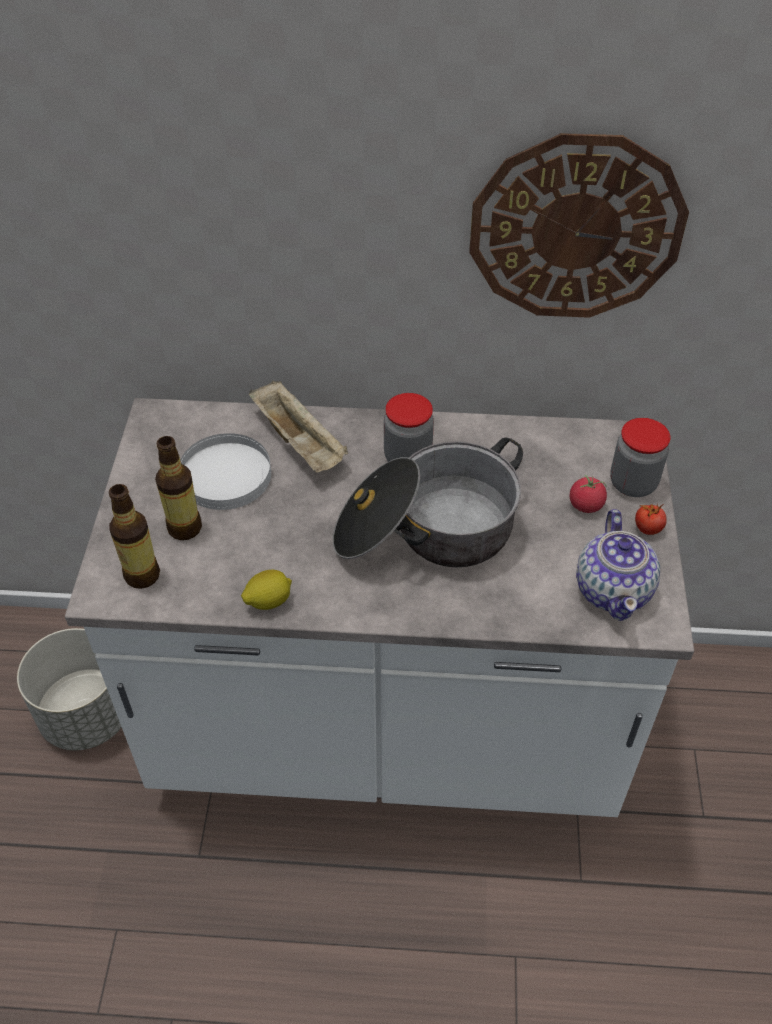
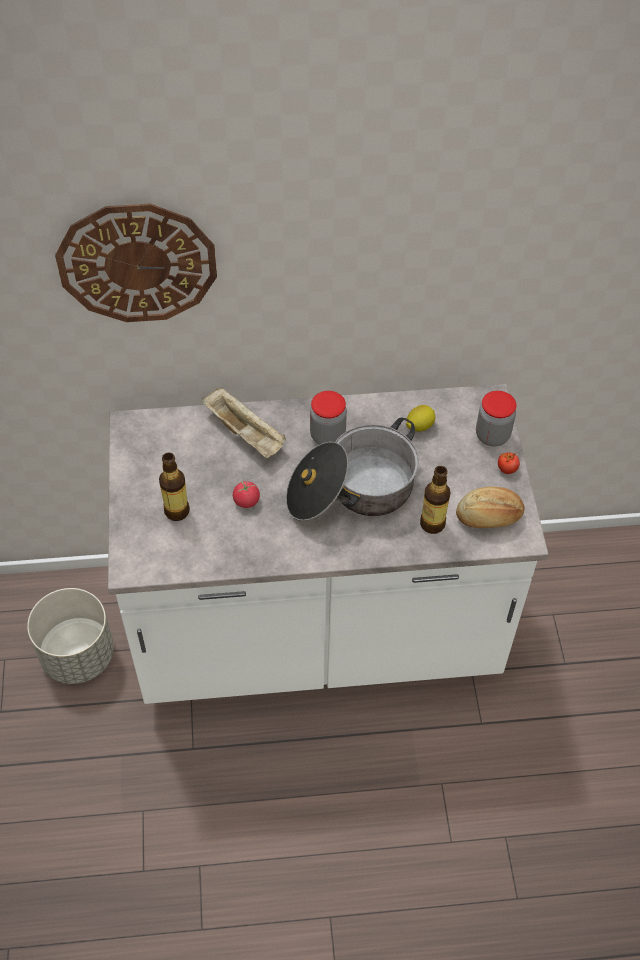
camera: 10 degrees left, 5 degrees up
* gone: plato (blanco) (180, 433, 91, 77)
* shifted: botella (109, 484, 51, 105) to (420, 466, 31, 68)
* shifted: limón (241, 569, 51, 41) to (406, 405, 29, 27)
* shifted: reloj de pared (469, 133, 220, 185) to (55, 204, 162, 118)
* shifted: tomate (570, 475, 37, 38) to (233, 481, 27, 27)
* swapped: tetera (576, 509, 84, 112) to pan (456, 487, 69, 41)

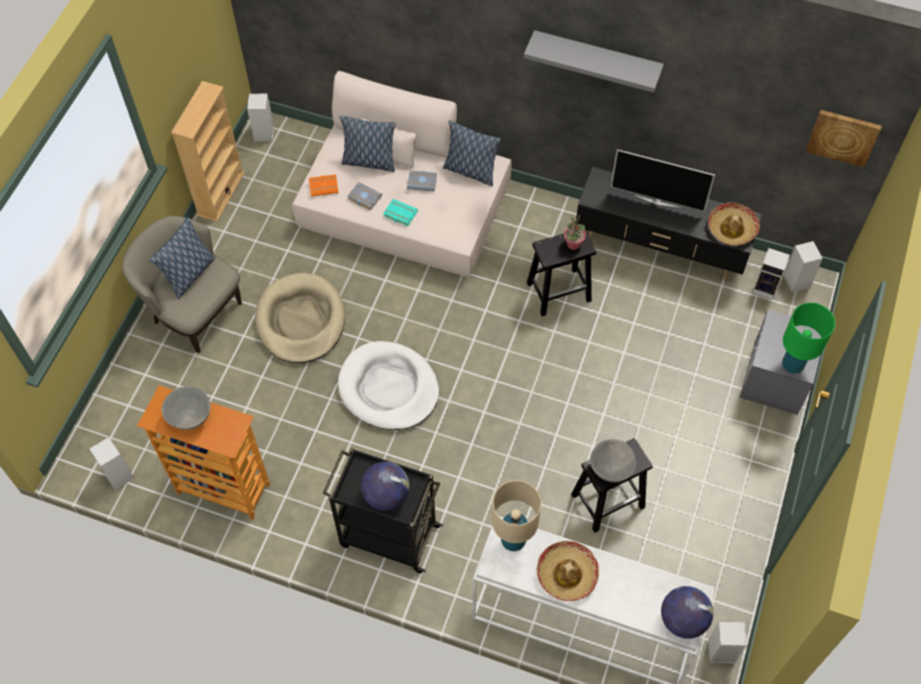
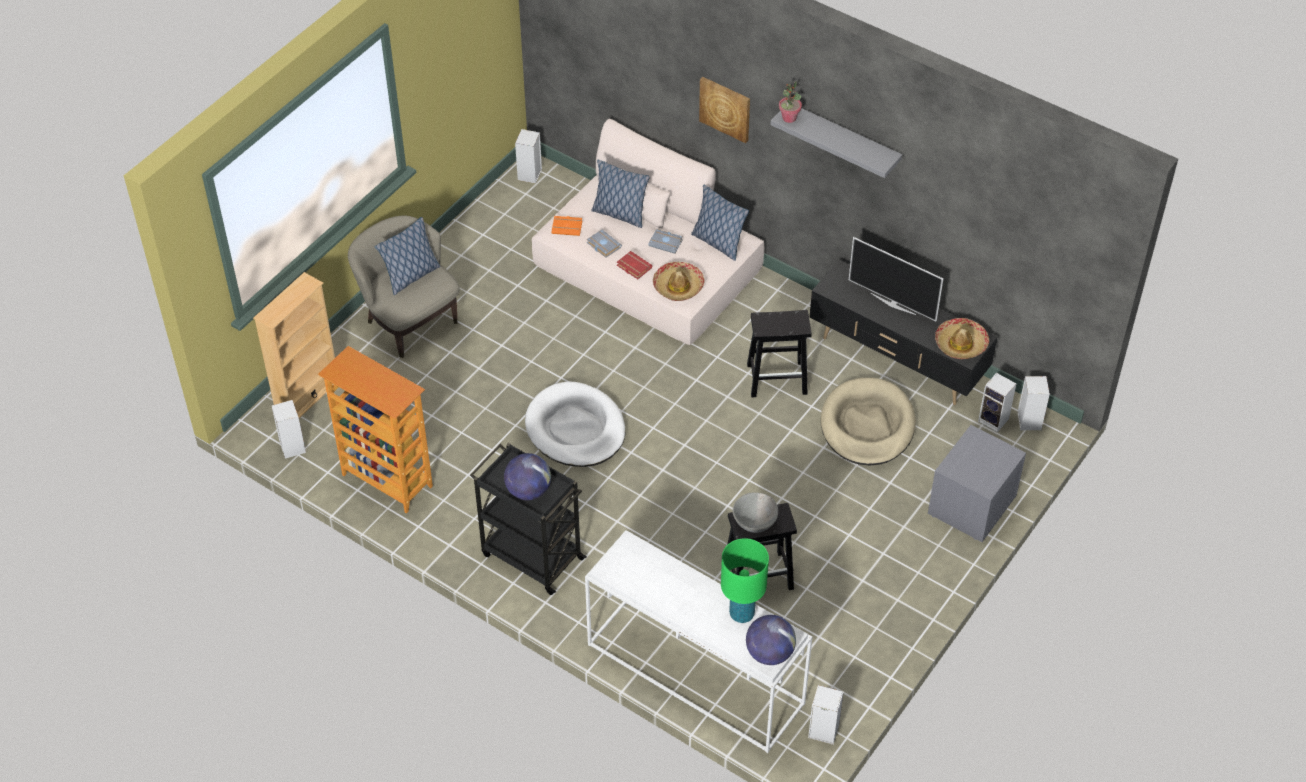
camera: 15 degrees right, 10 degrees down
* gone: cuenco (gris) (162, 386, 49, 44)
* gone: lámpara de mesa (beis) (492, 480, 49, 71)
* shifted: estantería (beis) (171, 81, 74, 141) to (253, 272, 82, 146)
* shifted: cama para perro (beis) (255, 273, 90, 90) to (821, 378, 95, 88)
* shifted: sombrero (536, 541, 63, 60) to (653, 262, 52, 39)
* shifted: planta en maceta (564, 215, 22, 35) to (779, 81, 23, 42)
* shifted: lámpara de mesa (verde) (782, 303, 53, 71) to (721, 538, 48, 85)
* shifted: cuadro (805, 110, 77, 57) to (699, 77, 51, 66)
* repainted: libro (turquesa) (383, 199, 35, 27) to libro (rojo) (617, 251, 36, 28)

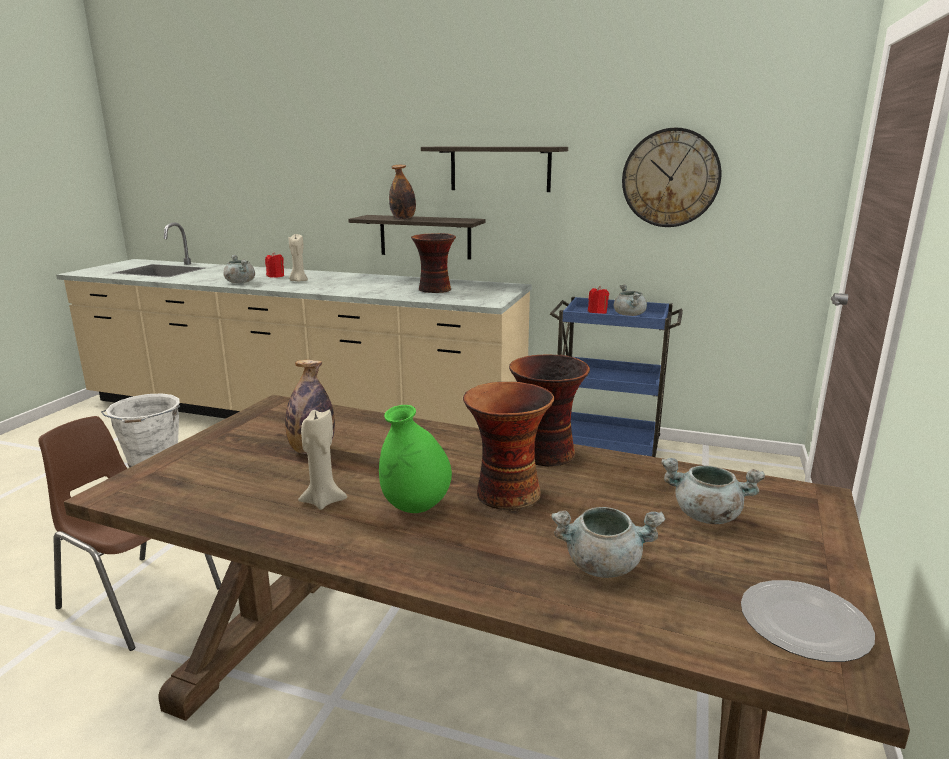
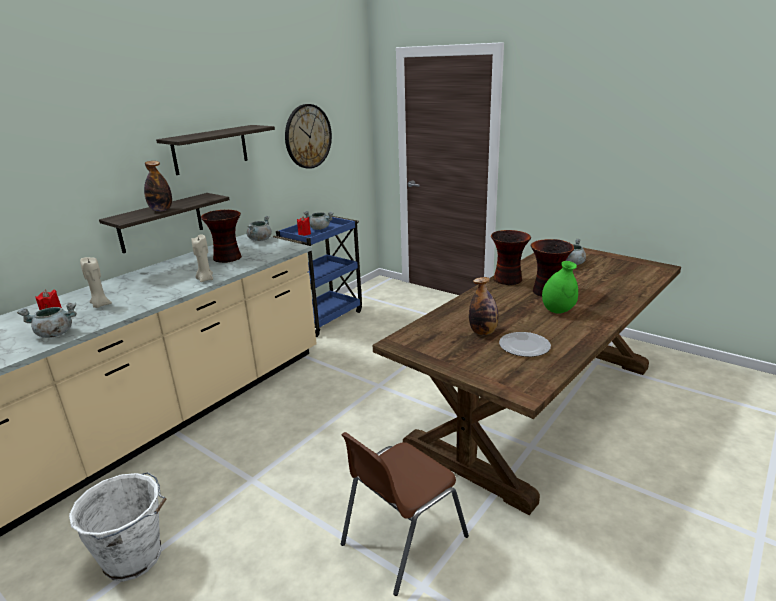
camera: 70 degrees left, 5 degrees up
* shifted: vela (beis) (298, 410, 49, 100) to (191, 234, 22, 48)
* shifted: olla (gris) (552, 507, 113, 71) to (247, 216, 25, 25)
* shifted: plato (741, 580, 134, 82) to (499, 332, 52, 25)

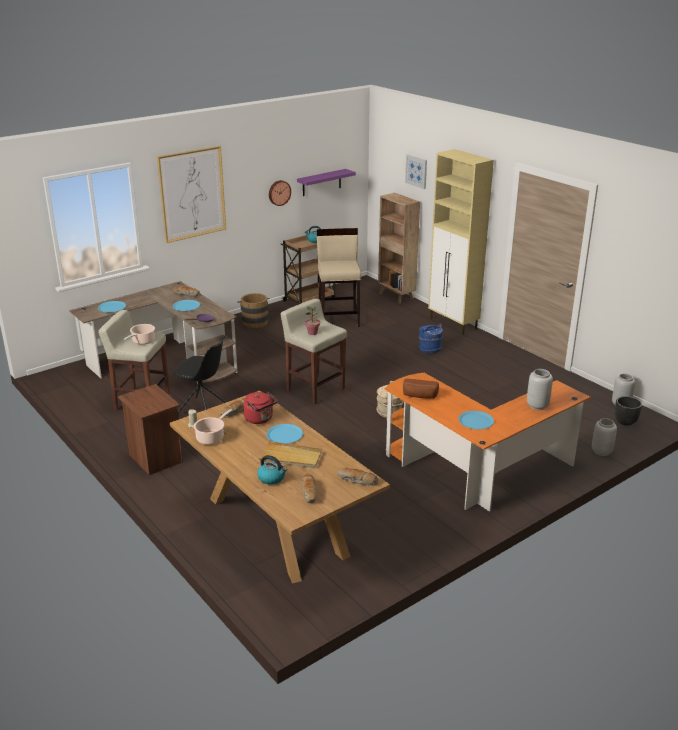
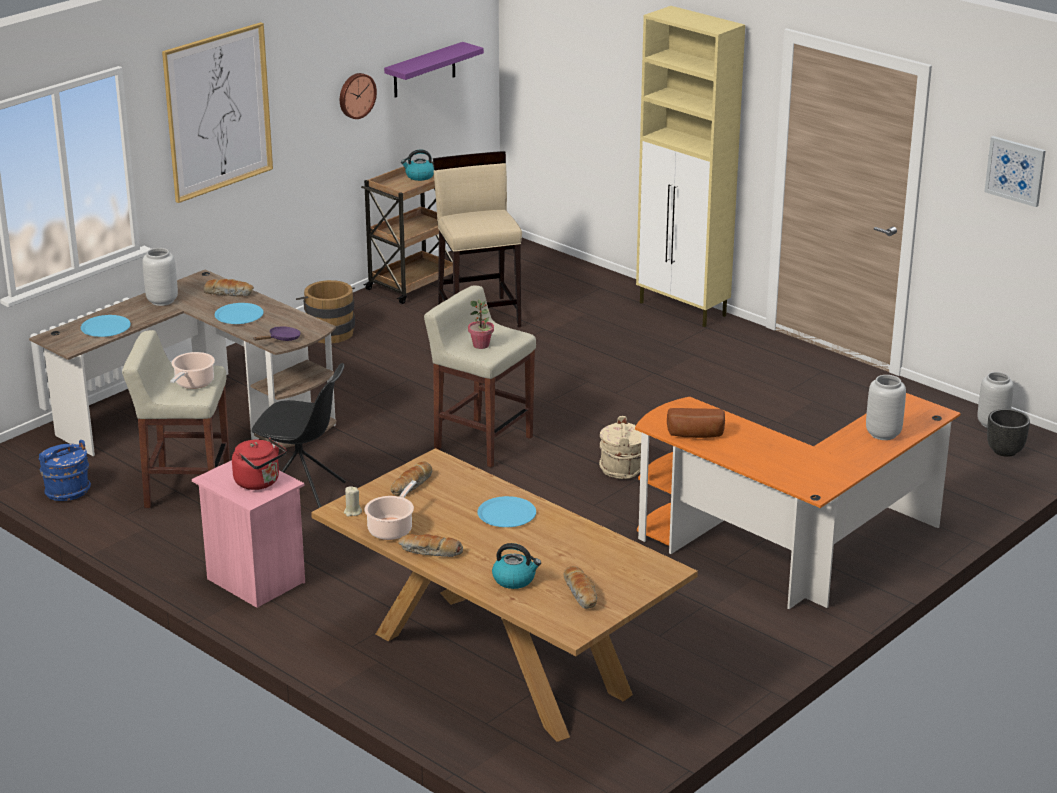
camera: 10 degrees left, 0 degrees up
* gone: bandeja (beis) (259, 441, 63, 27)
* gone: estantería (marrón) (378, 193, 42, 111)
* gone: plato (azul) (459, 411, 35, 18)
* shifted: hervidor (rojo) (243, 392, 35, 32) to (232, 438, 55, 52)
* shifted: pan (337, 468, 41, 18) to (398, 534, 65, 23)
* shifted: cuadro (405, 155, 22, 34) to (985, 136, 61, 71)
* shifted: cubo (azul) (418, 323, 25, 30) to (39, 440, 52, 61)
* shifted: florero (gris) (592, 418, 25, 38) to (142, 248, 36, 58)
* repainted: mesita de noche (marrón) (118, 384, 65, 91) to mesita de noche (rosa) (192, 460, 113, 148)

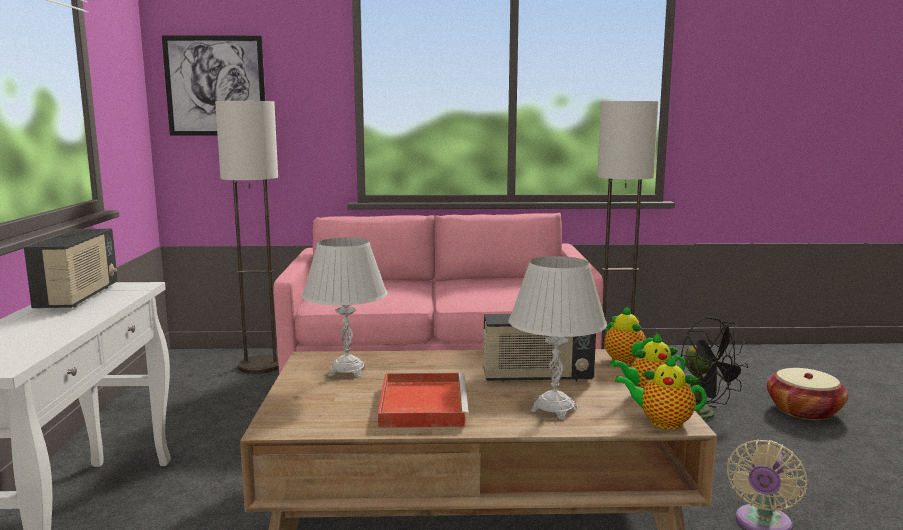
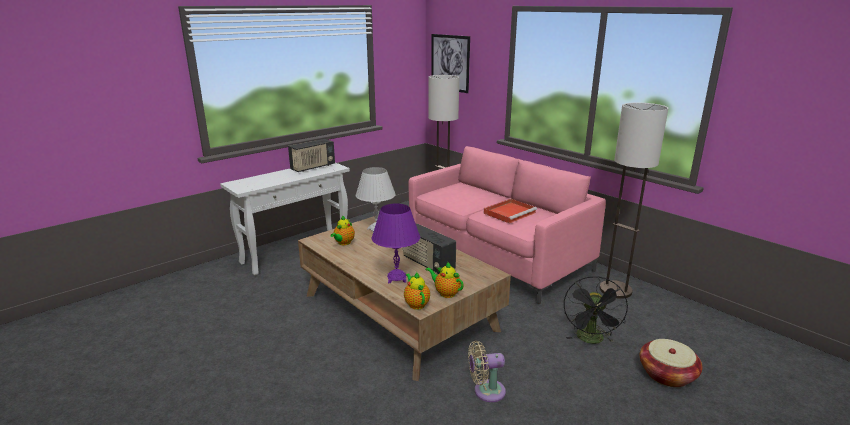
camera: 50 degrees right, 10 degrees up
* shifted: bandeja (rojo) (378, 373, 91, 55) to (484, 199, 53, 24)
* shifted: tetera (604, 306, 49, 59) to (330, 215, 25, 30)
* repainted: lámpara de mesa (blanco) (509, 256, 98, 164) to lámpara de mesa (morado) (372, 203, 48, 80)

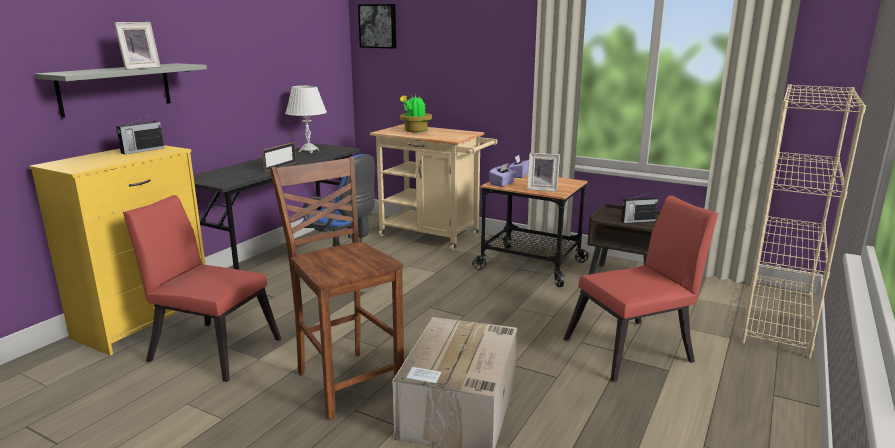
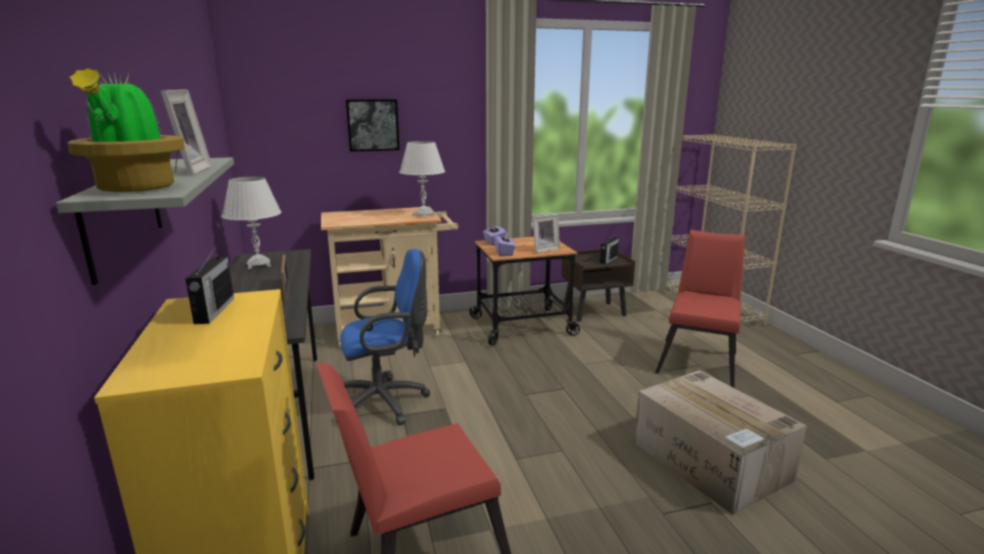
camera: 45 degrees left, 0 degrees up
* gone: silla (marrón) (270, 157, 134, 263)
* new: lámpara de mesa (blanco) (399, 141, 46, 77)
* shifted: cuadro (358, 4, 38, 45) to (346, 99, 54, 53)
* shifted: planta en maceta (400, 95, 32, 37) to (67, 68, 118, 124)

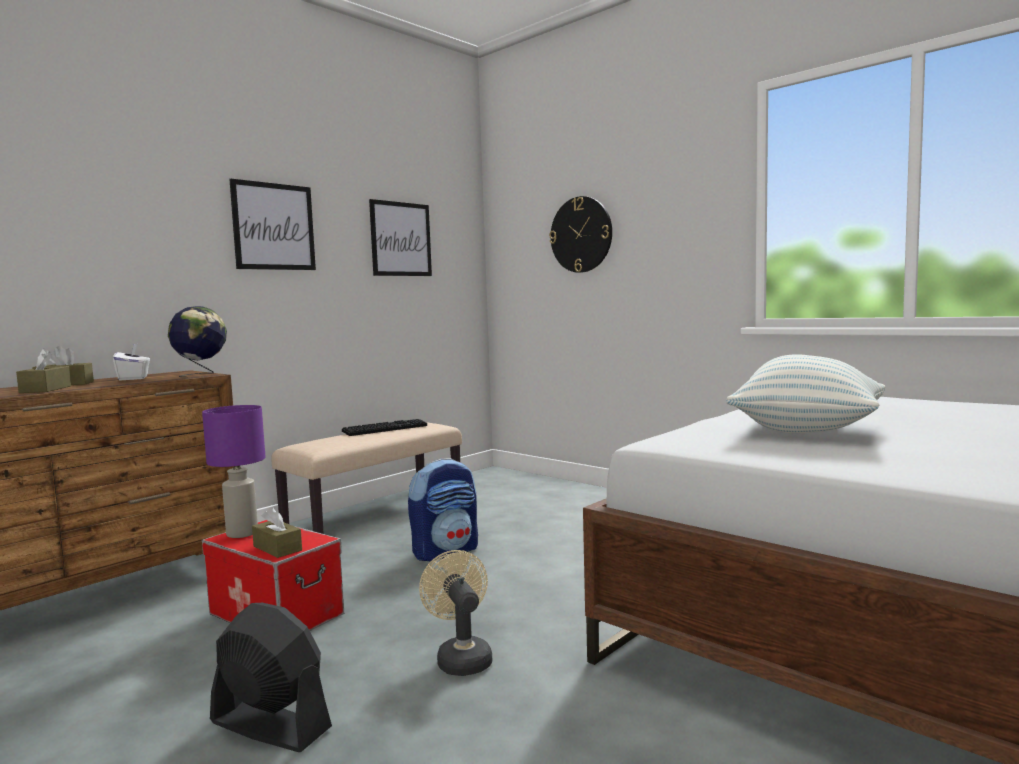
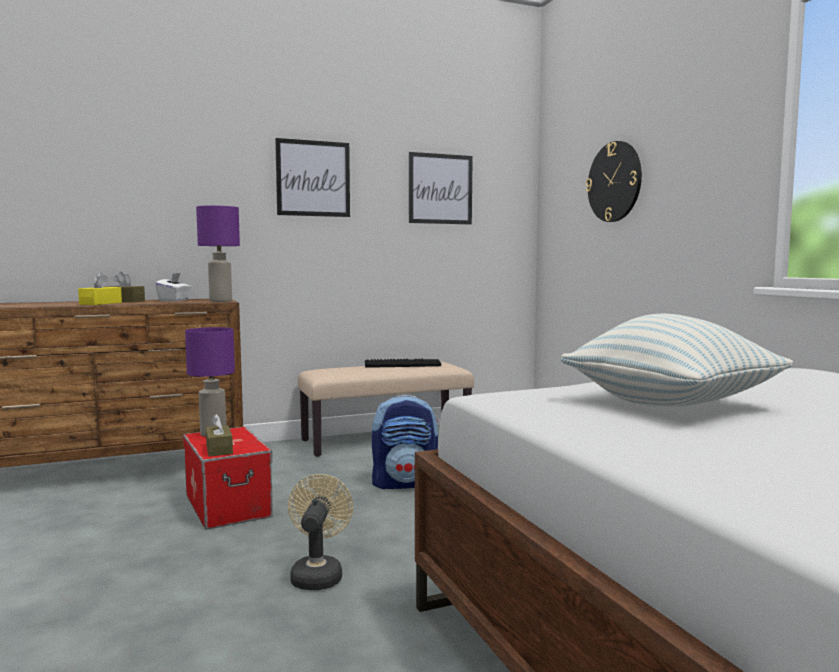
camera: 25 degrees right, 0 degrees up
* gone: ventilador (negro) (210, 603, 122, 149)
* swapped: globo terráqueo (168, 306, 59, 71) to lámpara de mesa (morado) (196, 206, 44, 96)
* repainted: caja de pañuelos (marrón) (16, 348, 55, 45) to caja de pañuelos (amarillo) (78, 272, 44, 33)

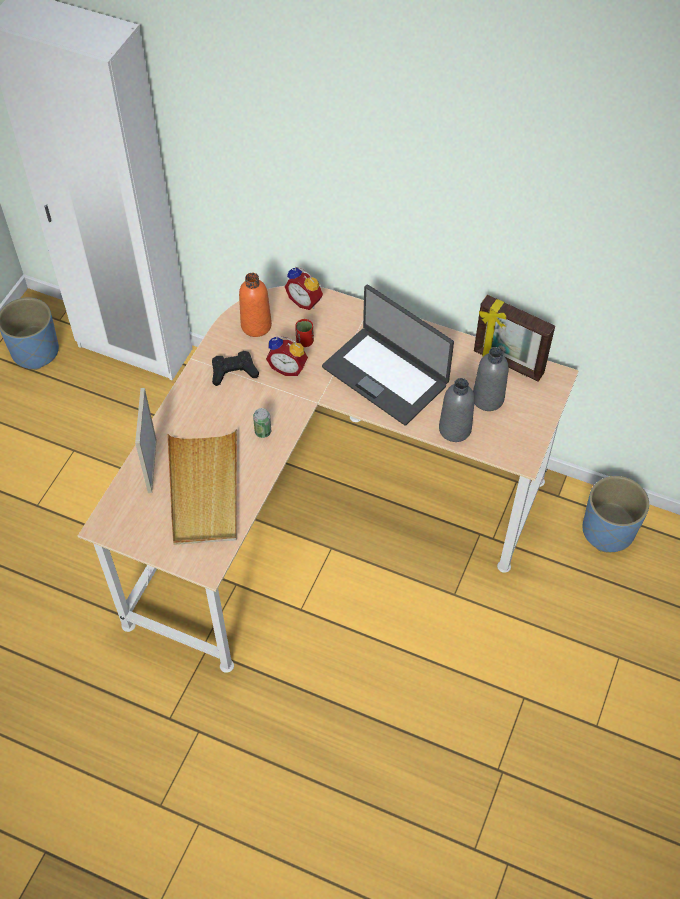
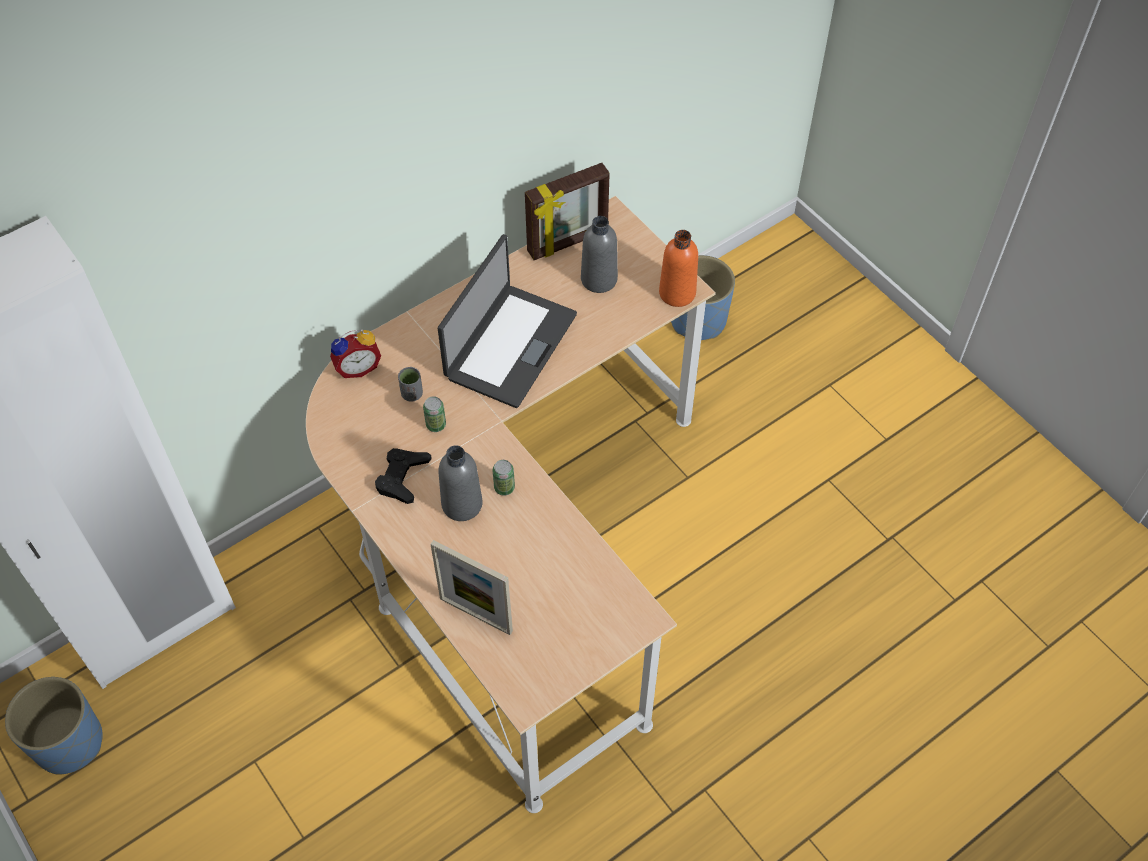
camera: 60 degrees left, 0 degrees up
* gone: bandeja (beis) (167, 429, 70, 116)
* shifted: botella (naranja) (239, 273, 33, 64) to (659, 230, 39, 77)
* shifted: botella (gris) (439, 378, 36, 64) to (438, 445, 45, 76)
* swapped: despertador (266, 336, 42, 40) to lata (423, 396, 23, 36)
* repainted: taza (rojo) (295, 319, 19, 28) to taza (gris) (398, 367, 25, 35)
* rotated: portátil (322, 285, 132, 141) = (438, 234, 139, 174) 45 degrees counterclockwise

